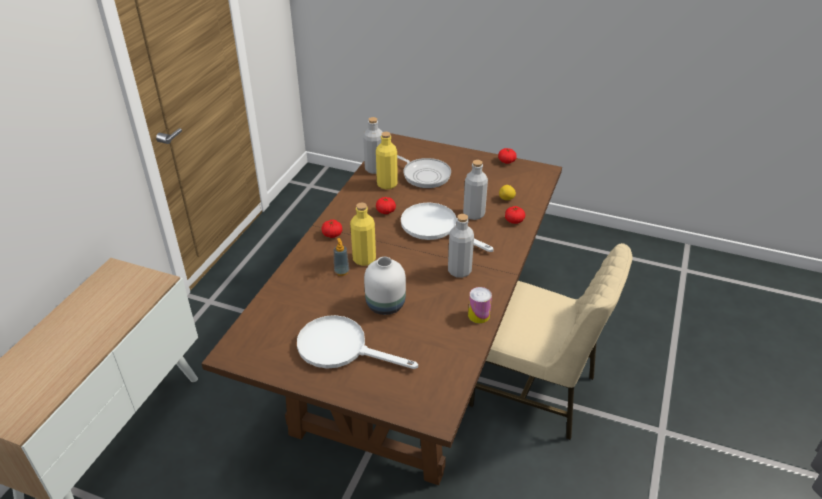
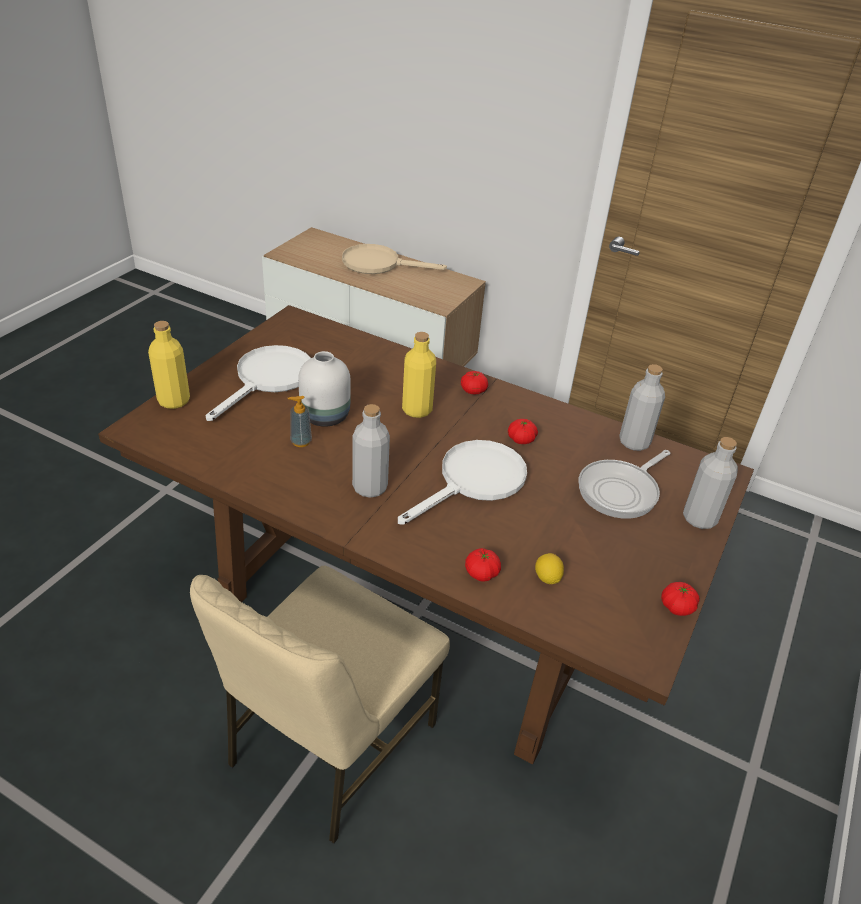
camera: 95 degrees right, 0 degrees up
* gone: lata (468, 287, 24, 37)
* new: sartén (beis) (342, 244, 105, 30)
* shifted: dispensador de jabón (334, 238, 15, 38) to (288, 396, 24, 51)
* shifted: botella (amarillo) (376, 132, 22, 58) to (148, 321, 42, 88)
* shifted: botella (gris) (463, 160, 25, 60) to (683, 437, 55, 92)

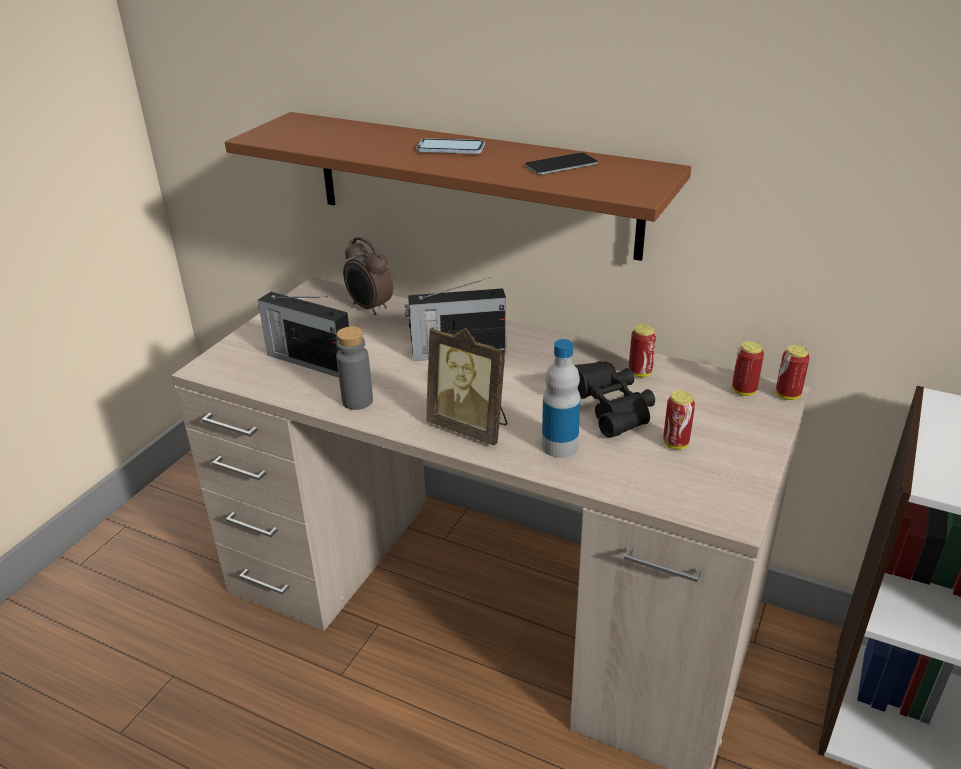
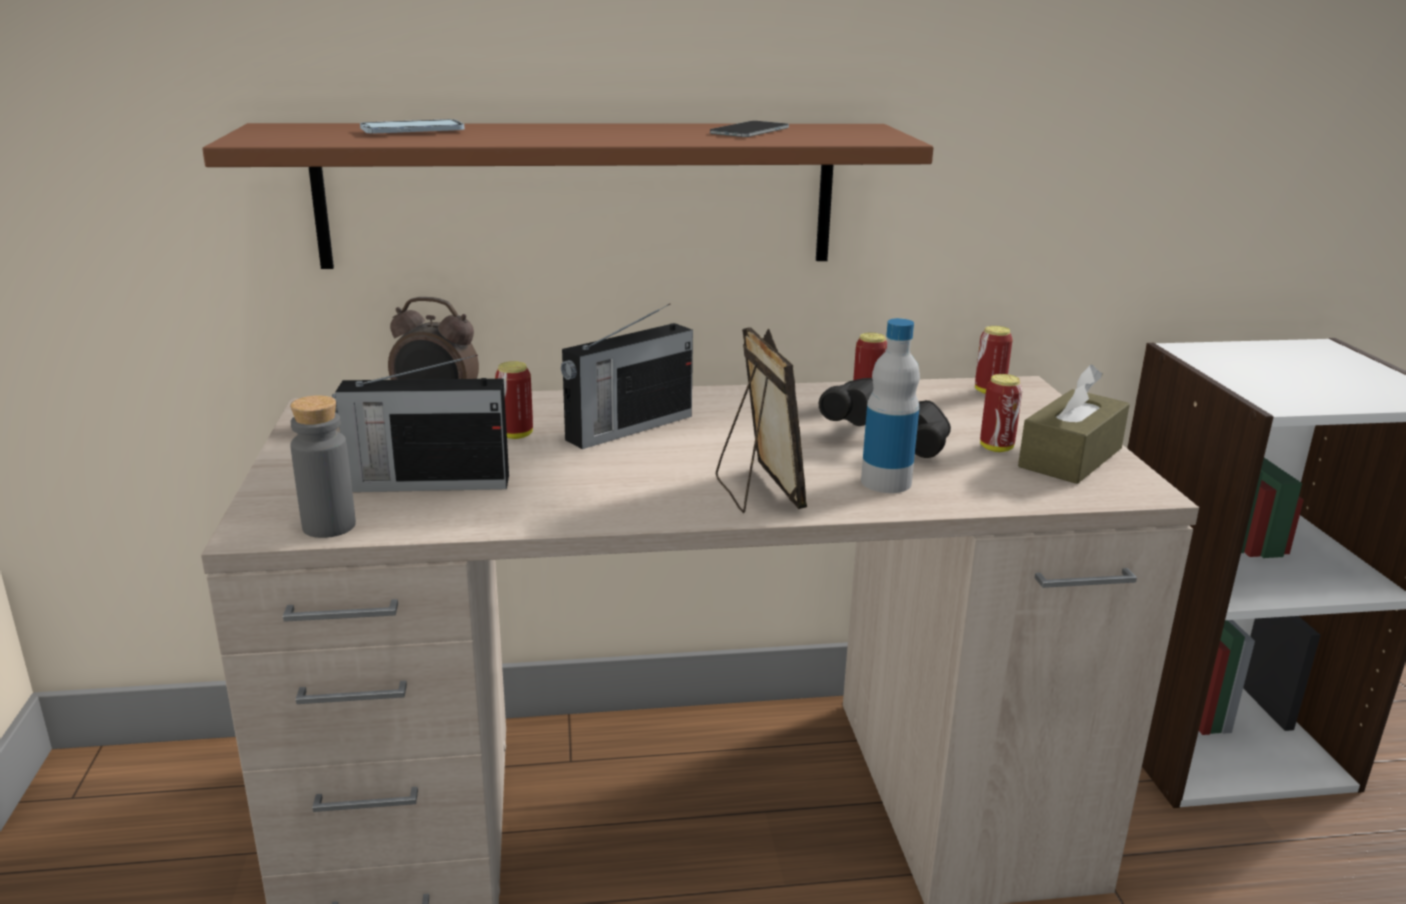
camera: 35 degrees left, 10 degrees down
* new: caja de pañuelos (marrón) (1018, 365, 112, 119)
* shifted: botella (gris) (336, 326, 37, 84) to (290, 395, 66, 143)
* shifted: móvil (416, 138, 69, 16) to (360, 119, 105, 14)
* shifted: lata (776, 345, 34, 55) to (495, 361, 38, 78)
* rotated: portarretratos (426, 327, 81, 119) = (716, 327, 91, 186) 105 degrees counterclockwise

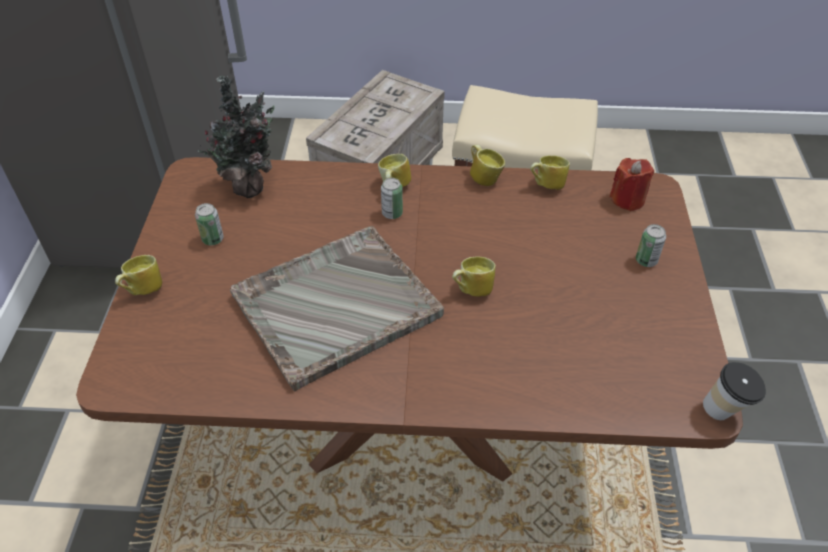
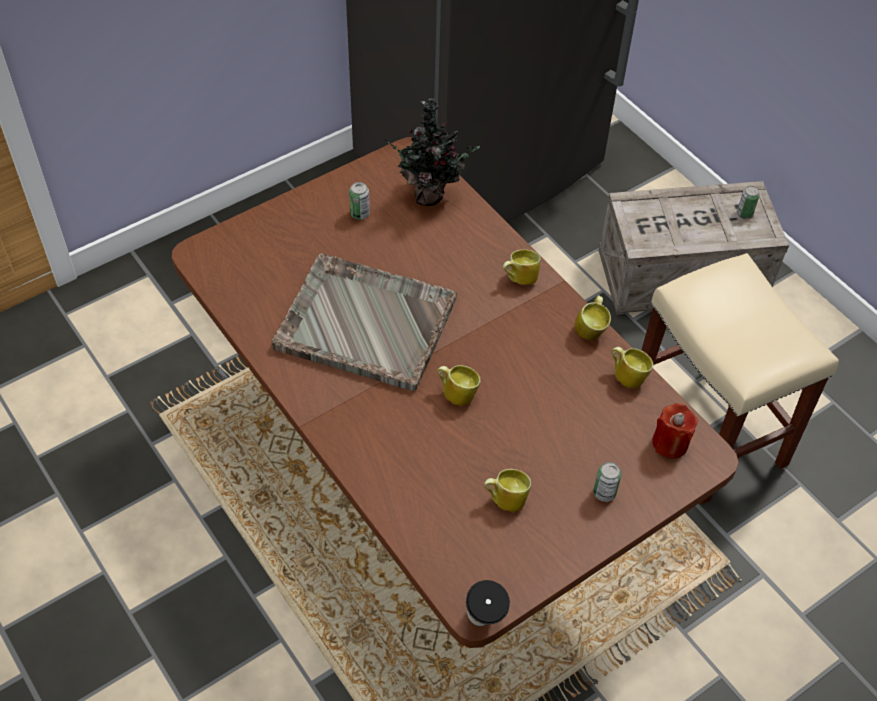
camera: 50 degrees right, 5 degrees up
* shifted: taza grande (115, 255, 47, 40) to (484, 469, 47, 43)
* shifted: lata (381, 178, 22, 41) to (737, 186, 23, 32)

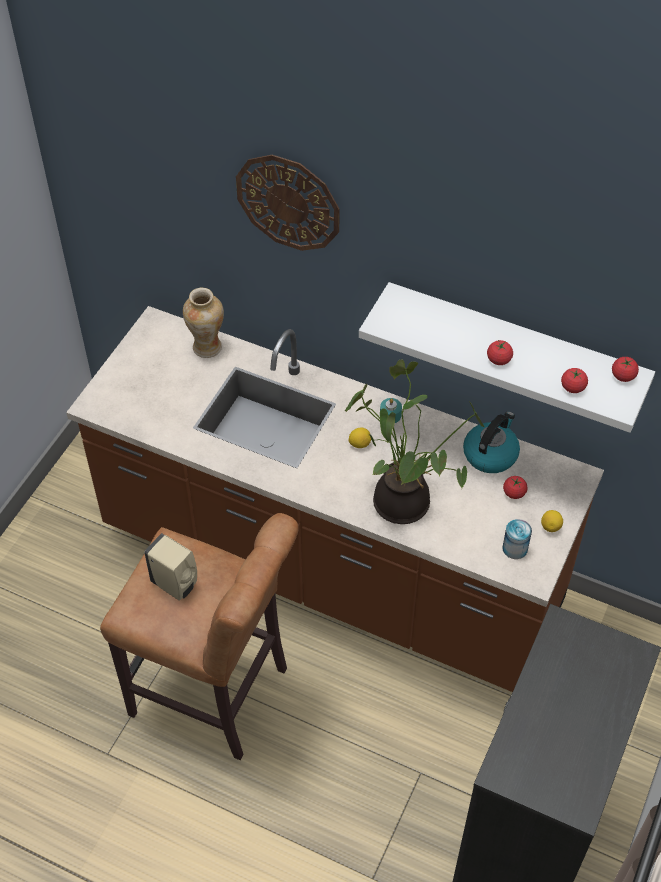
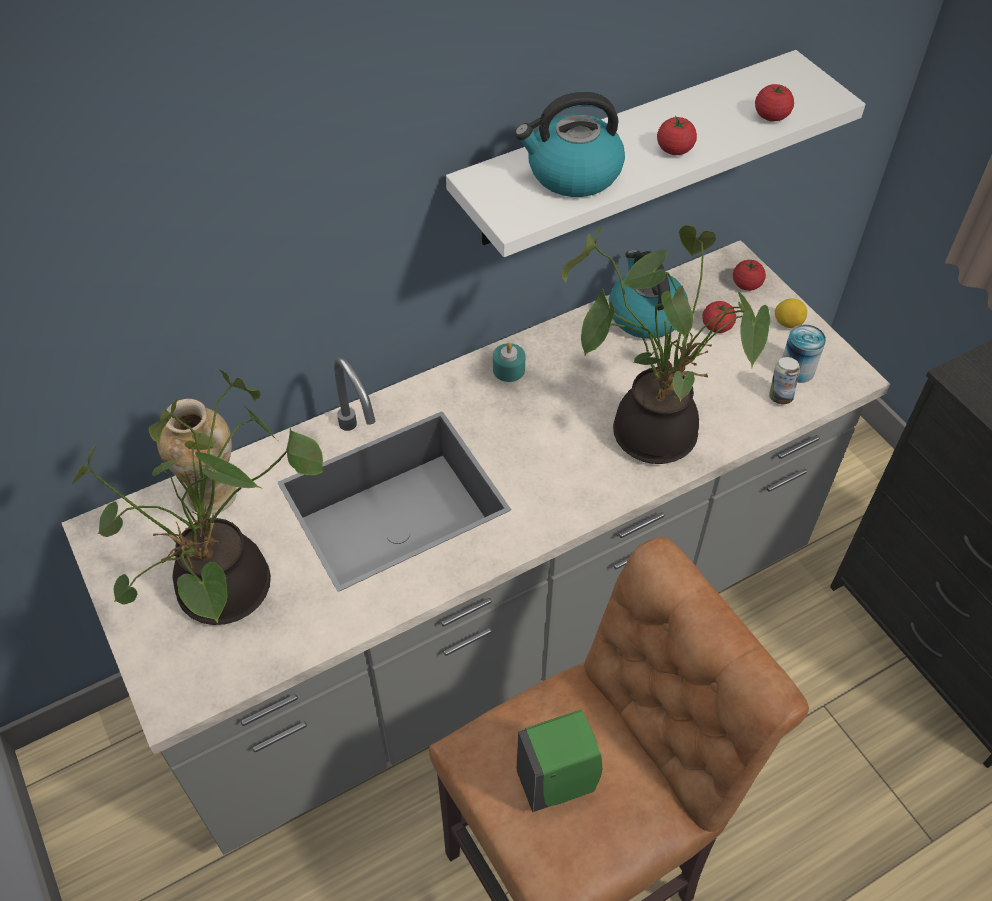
camera: 55 degrees left, 0 degrees up
* gone: reloj de pared (236, 155, 103, 96)
* gone: limón (349, 428, 22, 20)
* new: planta en maceta (72, 369, 251, 256)
* new: hervidor (515, 92, 110, 105)
* new: lata (769, 357, 31, 47)
* shifted: tomate (612, 357, 27, 25) to (733, 260, 33, 31)
* repainted: mueble bajo de cocina (marrón) (66, 306, 538, 386) to mueble bajo de cocina (gris) (62, 240, 828, 614)
* repainted: dispensador de jabón (beis) (144, 533, 53, 68) to dispensador de jabón (verde) (517, 710, 85, 102)

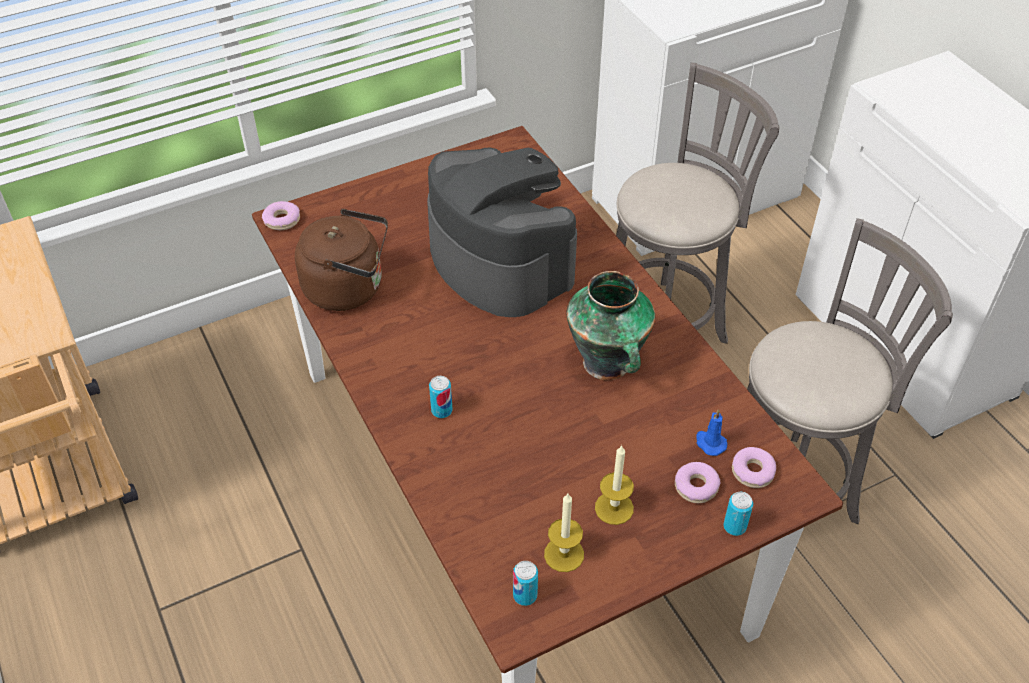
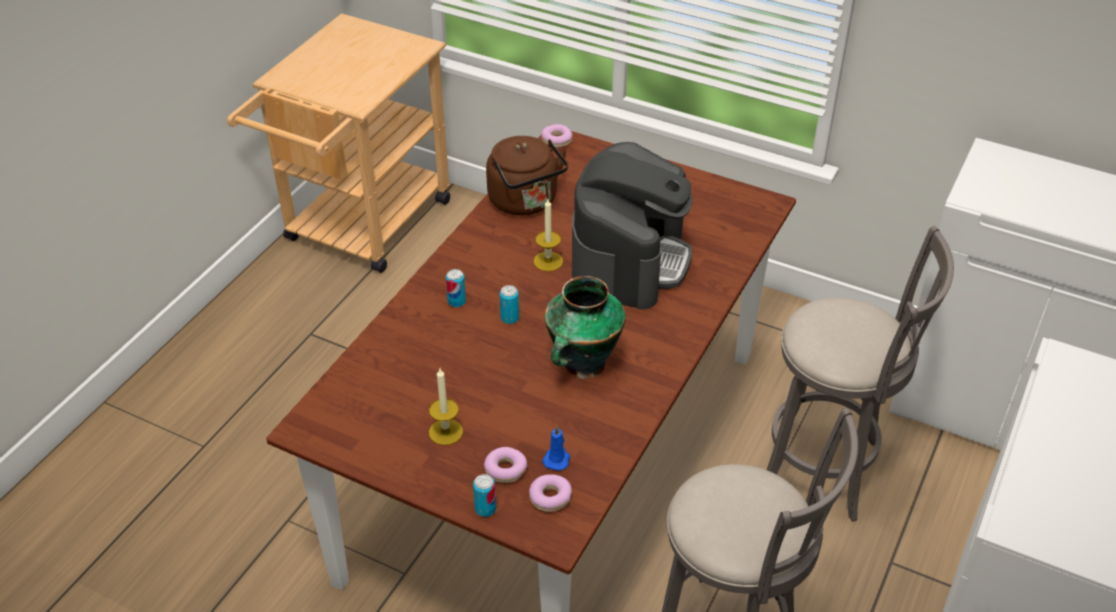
camera: 55 degrees right, 5 degrees down
* shifted: lata (513, 561, 25, 45) to (500, 285, 19, 39)
* shifted: vela (544, 494, 40, 78) to (533, 199, 30, 73)

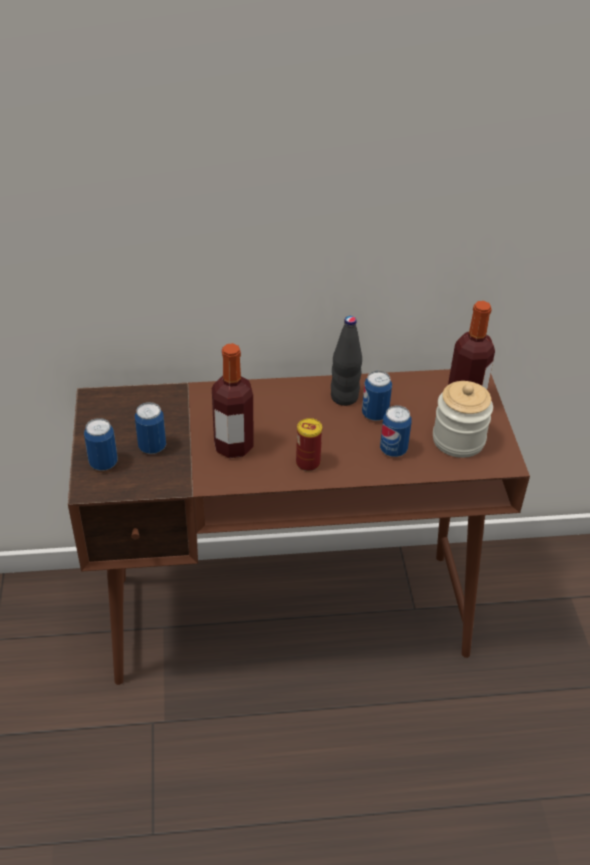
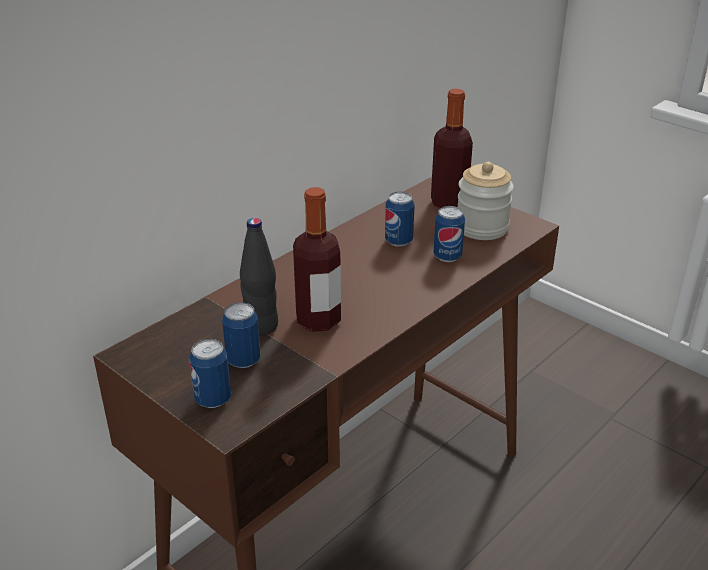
camera: 40 degrees left, 10 degrees down
* gone: lata (296, 418, 26, 53)
* shifted: botella (negro) (331, 316, 31, 90) to (240, 218, 38, 118)

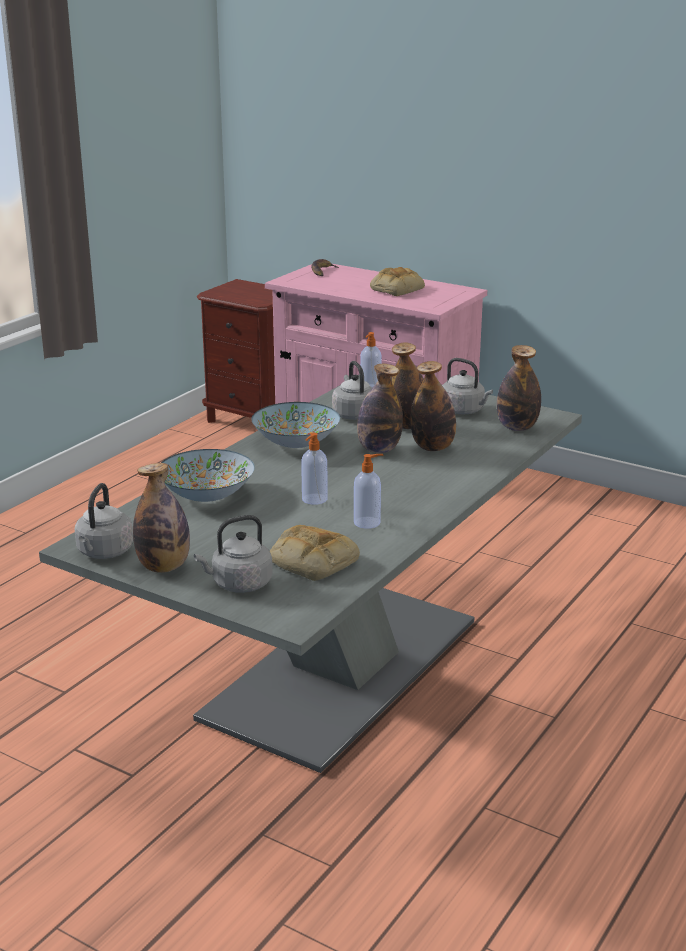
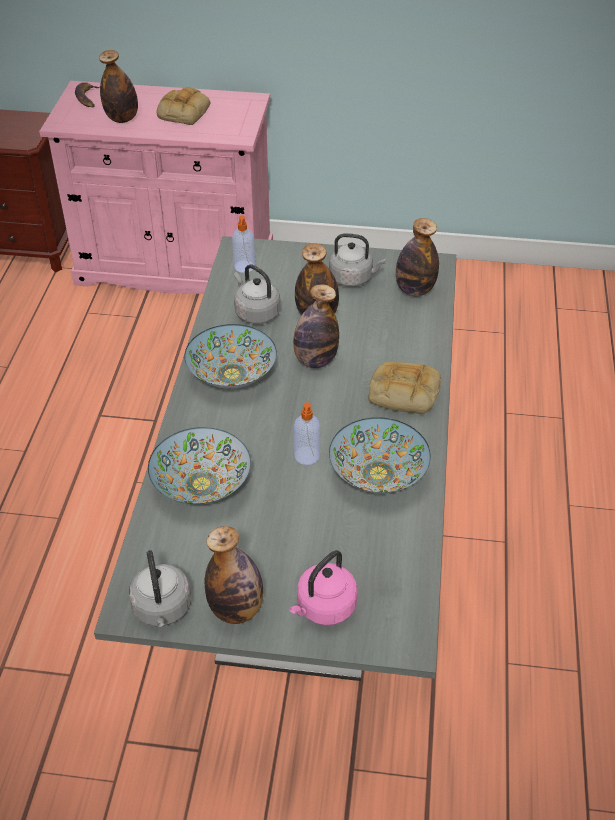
camera: 25 degrees left, 20 degrees up
* shifted: pan (270, 525, 90, 56) to (369, 362, 72, 52)
* shifted: botella (411, 361, 45, 90) to (99, 50, 39, 73)
* swapped: dispensador de jabón (354, 454, 29, 75) to cuenco (329, 417, 102, 77)
* repainted: hervidor (gris) (194, 515, 78, 78) to hervidor (rosa) (289, 550, 69, 75)

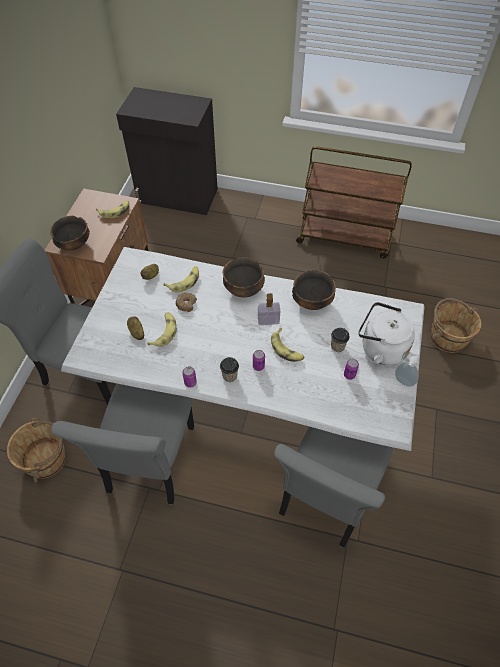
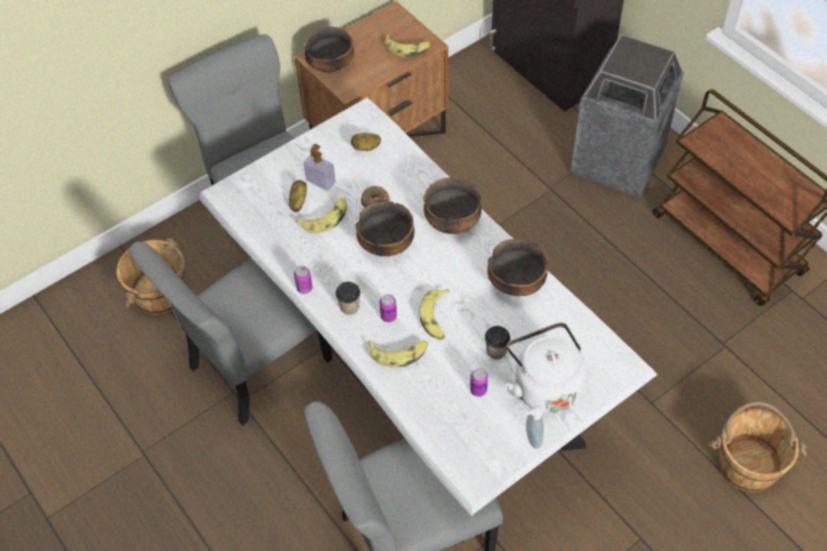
camera: 40 degrees right, 0 degrees up
* new: cuenco (355, 201, 60, 55)
* new: papelera (571, 35, 113, 162)
* shifted: plátano (164, 266, 35, 26) to (367, 340, 61, 28)
* shifted: dispensador de jabón (258, 293, 22, 32) to (303, 144, 33, 47)

